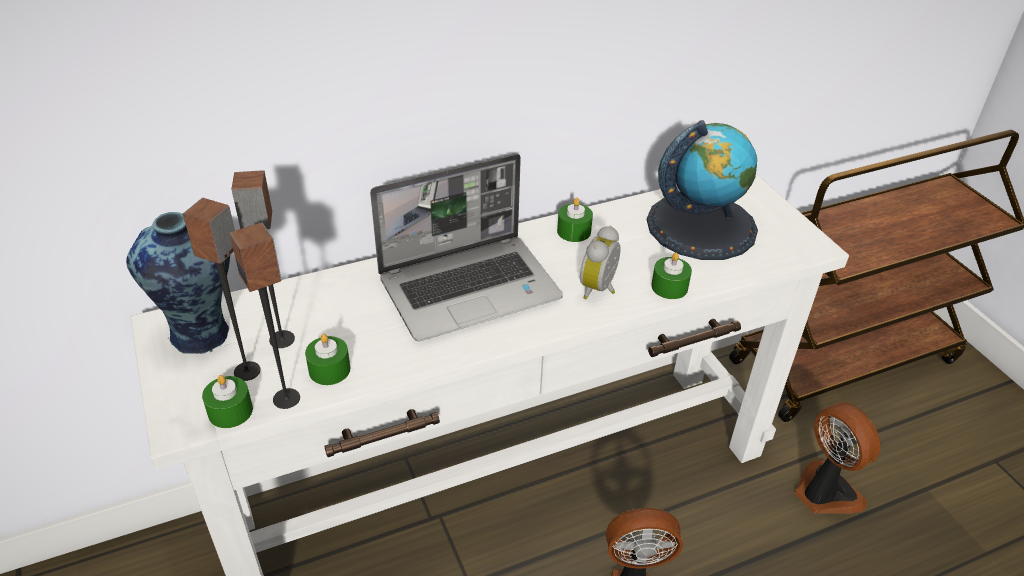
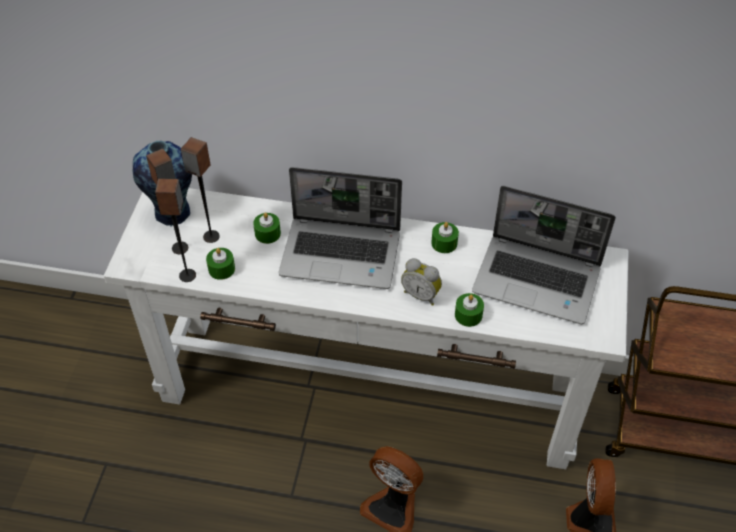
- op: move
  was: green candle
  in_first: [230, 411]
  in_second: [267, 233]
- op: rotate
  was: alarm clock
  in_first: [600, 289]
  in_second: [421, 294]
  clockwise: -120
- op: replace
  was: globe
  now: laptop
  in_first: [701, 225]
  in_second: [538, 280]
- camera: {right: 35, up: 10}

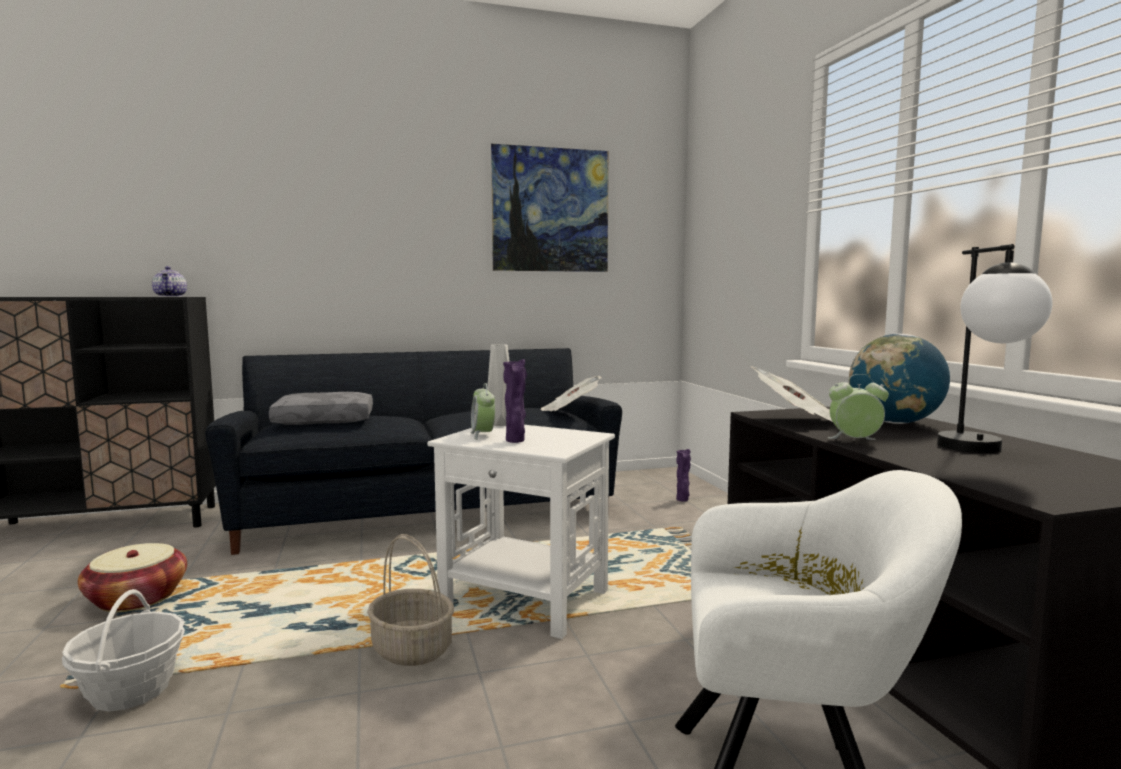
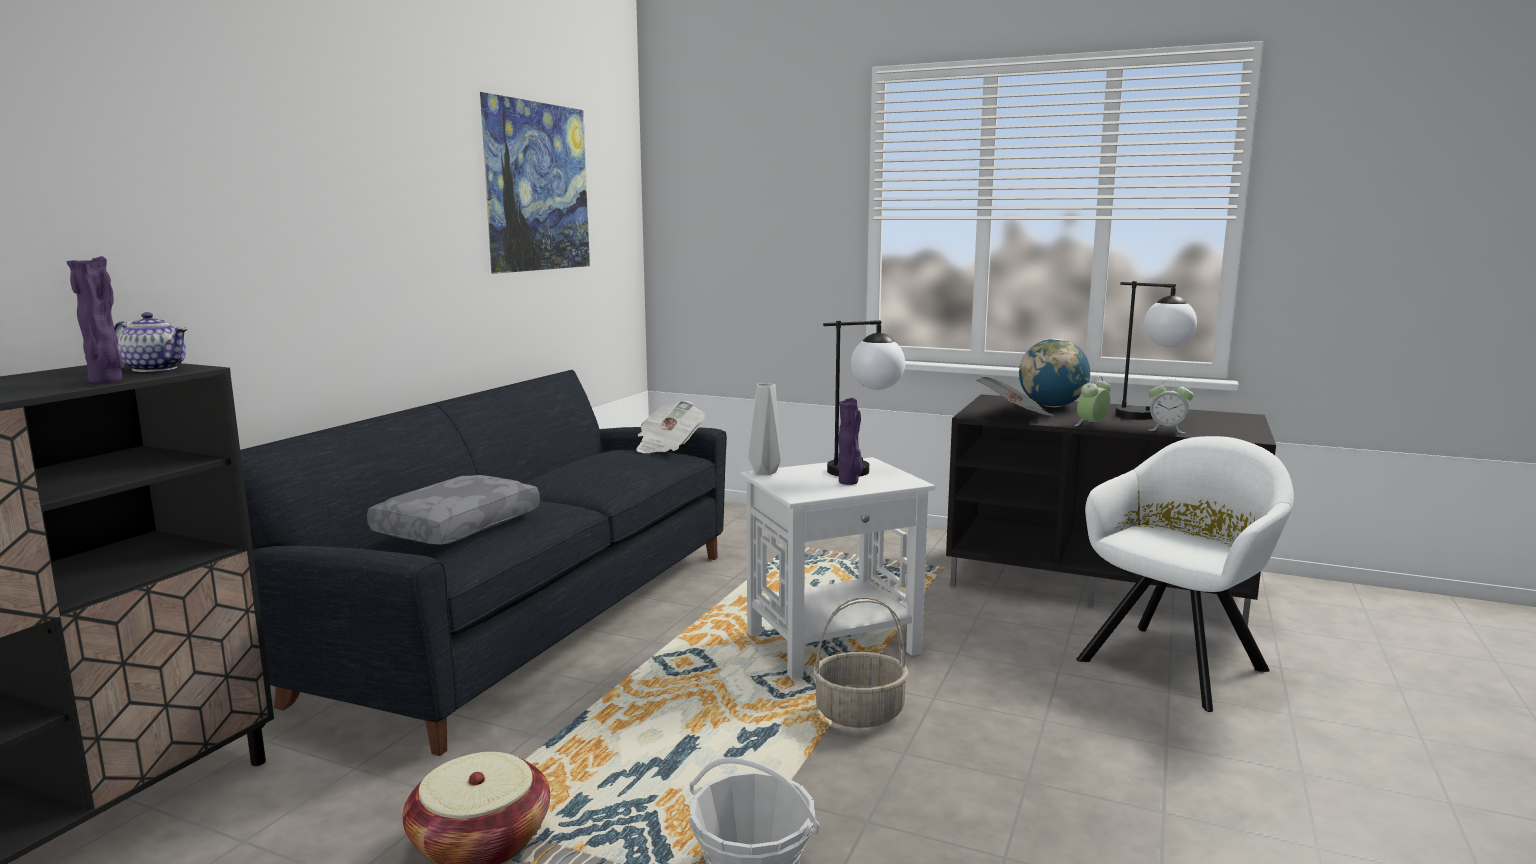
- op: move
  was: purple vase
  in_first: [682, 500]
  in_second: [107, 381]
- op: insert
  now: table lamp
  in_second: [864, 469]
- op: move
  was: alarm clock
  in_first: [483, 435]
  in_second: [1167, 429]
- camera: {right: -50, up: 5}

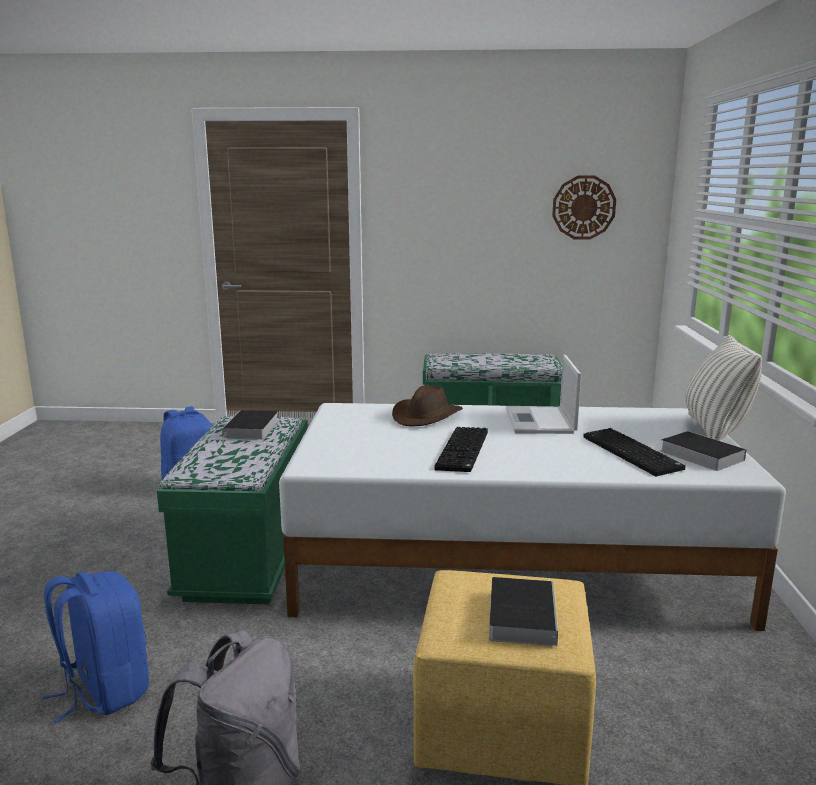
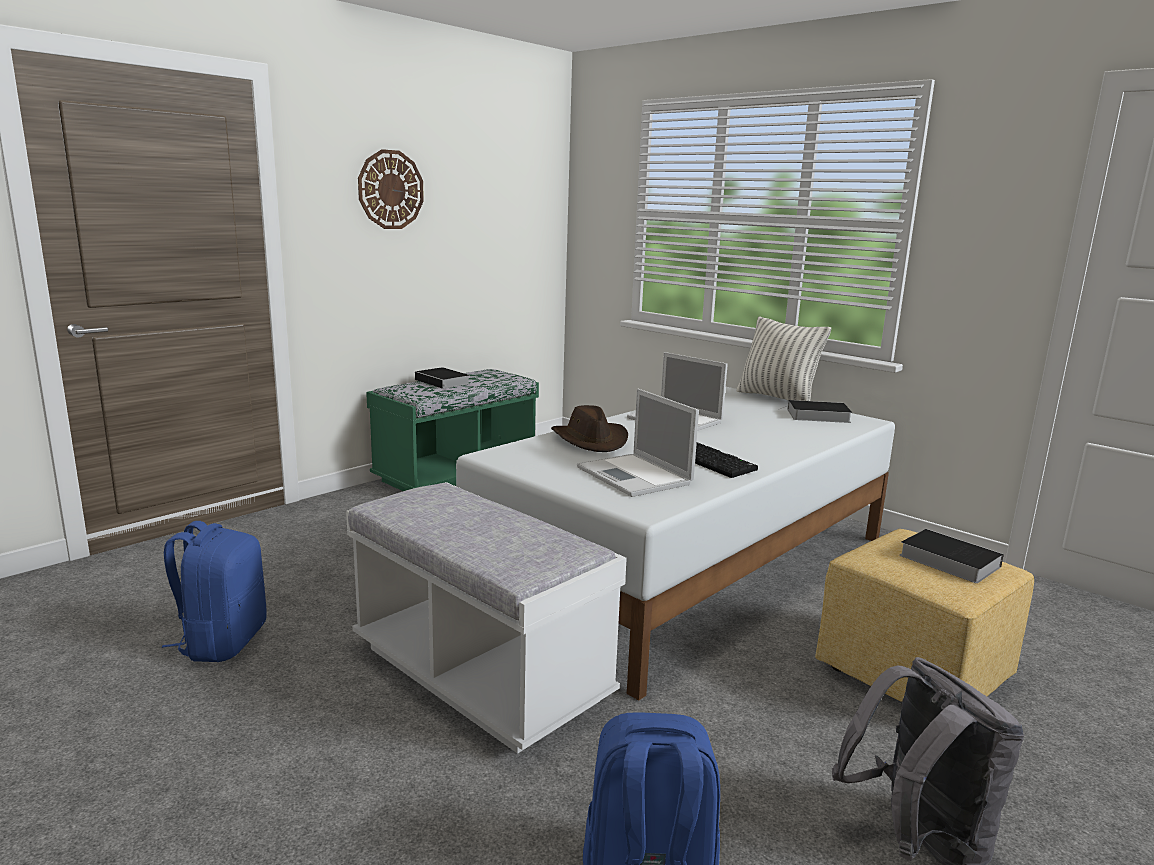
- op: recolor
  was: green bench
  now: white bench
  in_first: [249, 556]
  in_second: [479, 674]
- op: move
  was: wall clock
  in_first: [583, 207]
  in_second: [390, 190]
- op: move
  was: book
  in_first: [251, 430]
  in_second: [444, 382]
- op: insert
  now: laptop
  in_second: [635, 476]
- op: delete
  was: keyboard
  in_first: [633, 453]
- camera: {right: -50, up: 0}

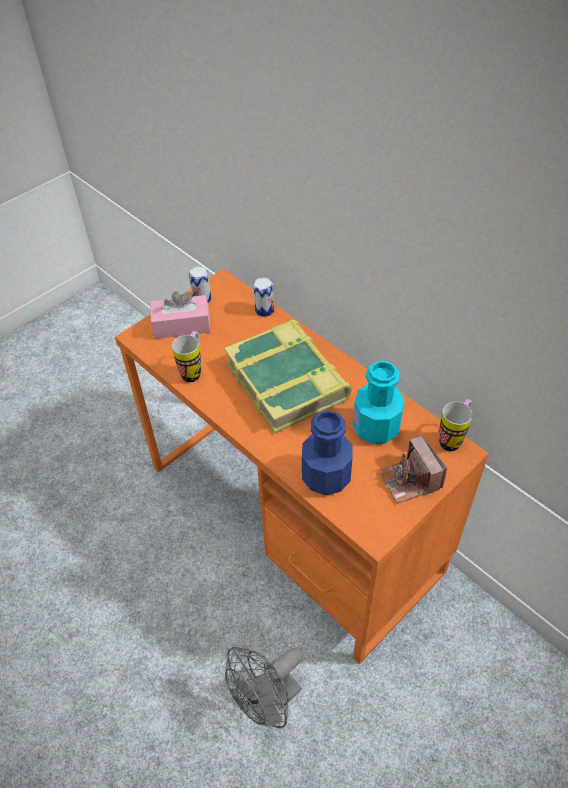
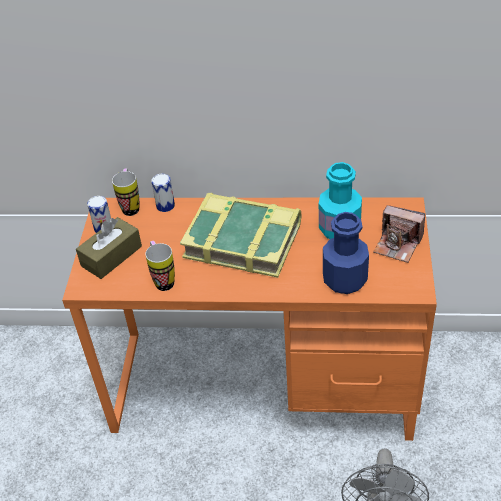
- op: recolor
  was: pink tissue box
  now: brown tissue box
  in_first: [182, 325]
  in_second: [111, 256]
- op: move
  was: mug
  in_first: [453, 438]
  in_second: [131, 206]
- camera: {right: -40, up: -5}

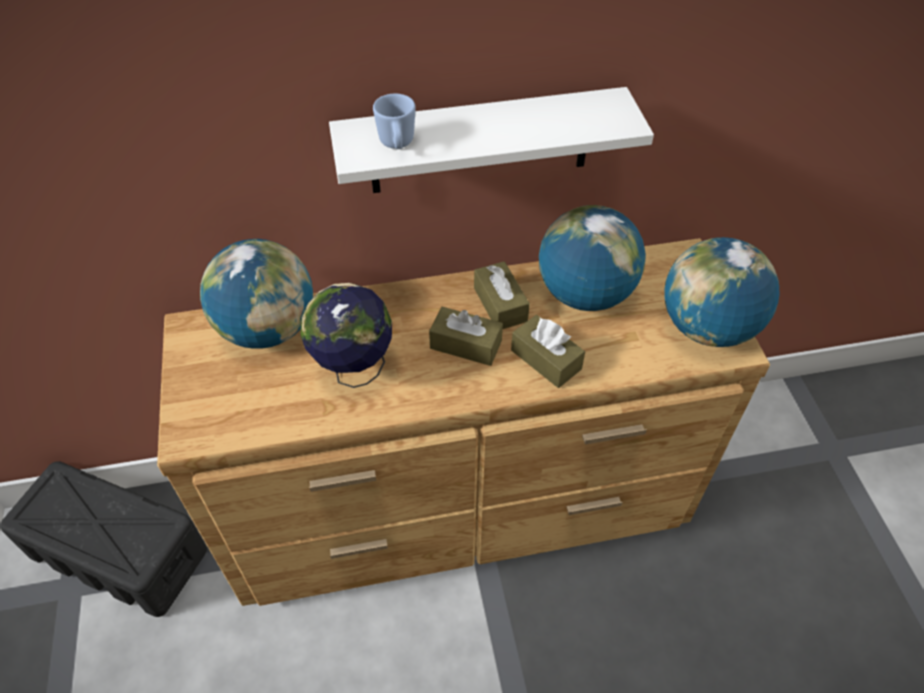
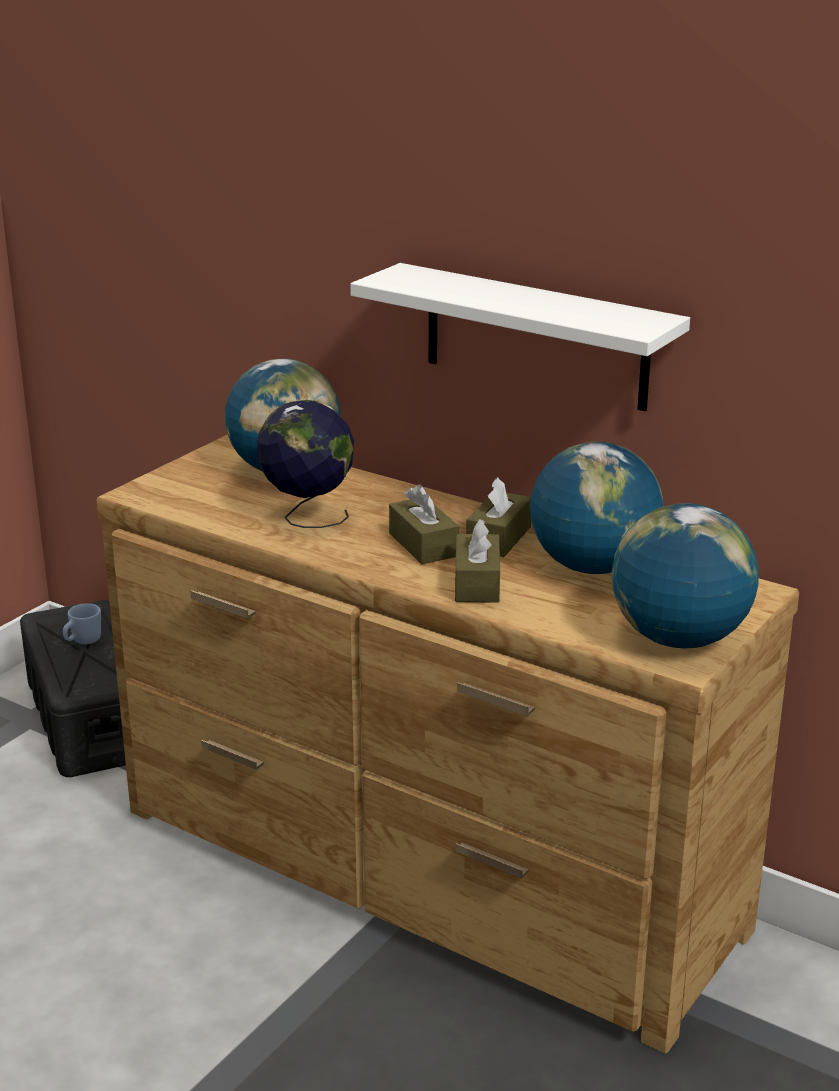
- op: move
  was: blue mug
  in_first: [397, 145]
  in_second: [82, 641]
- camera: {right: 45, up: -25}

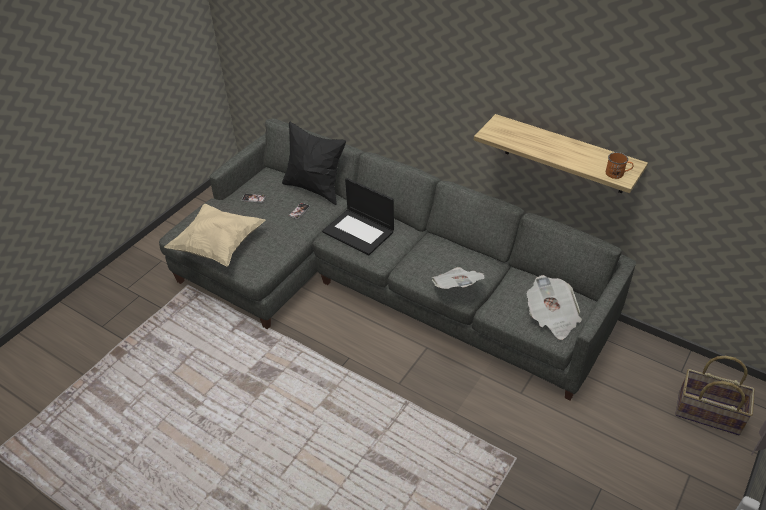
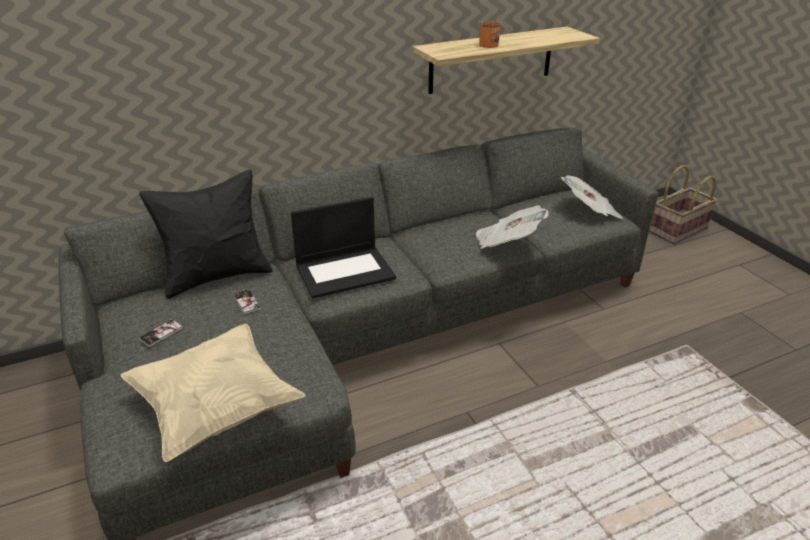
- op: move
  was: orange mug
  in_first: [617, 174]
  in_second: [490, 44]
- camera: {right: -60, up: -10}

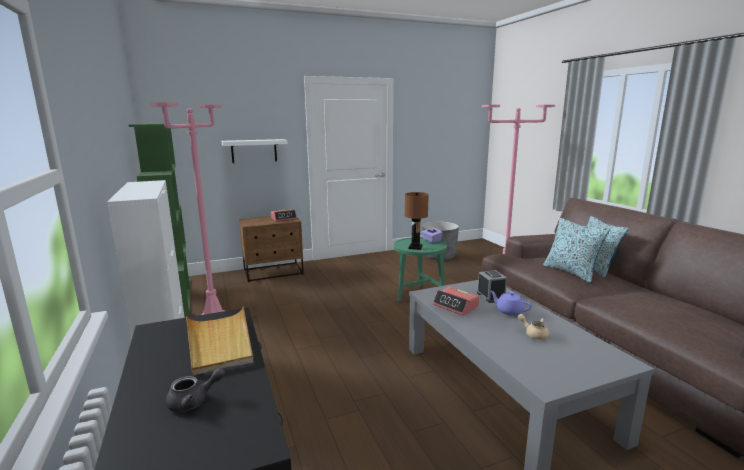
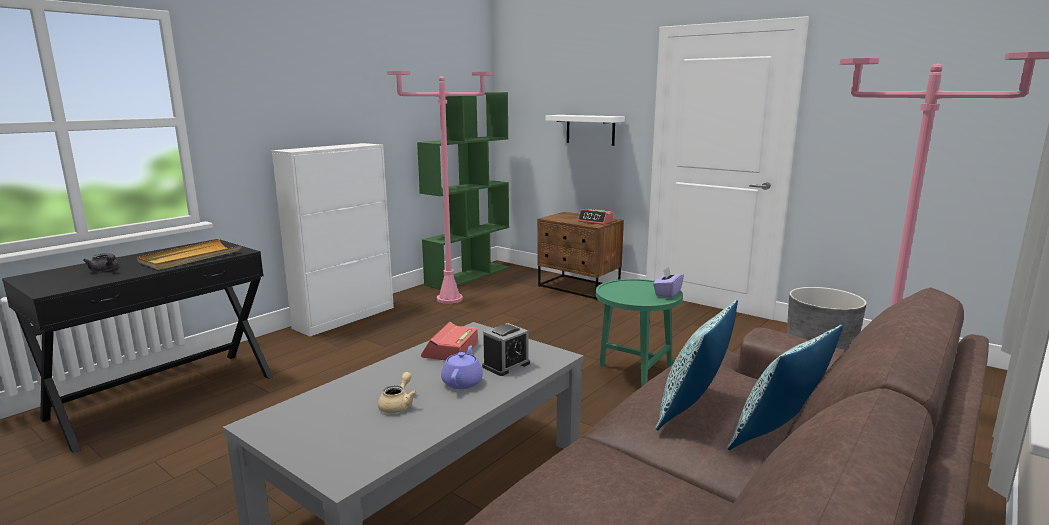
- op: delete
  was: brown table lamp
  in_first: [415, 247]
- camera: {right: 60, up: 0}

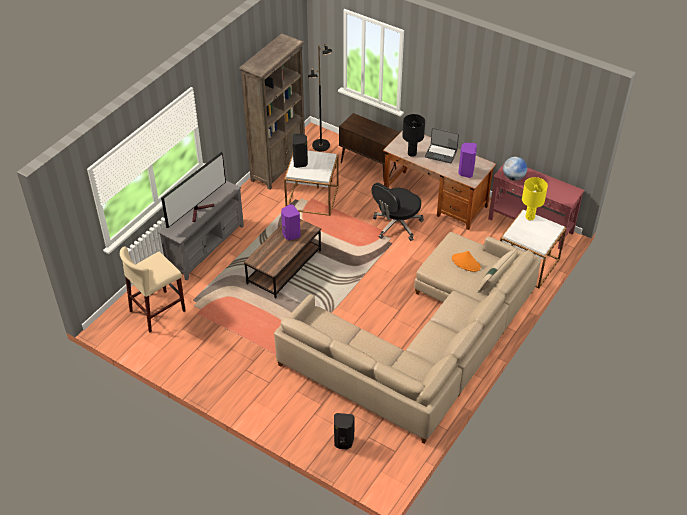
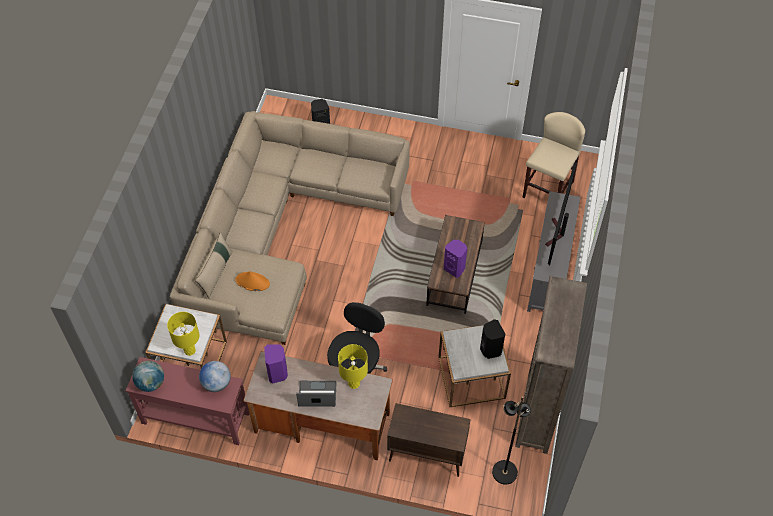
- op: insert
  now: globe
  in_second: [151, 383]
- op: recolor
  was: black table lamp
  now: yellow table lamp
  in_first: [412, 153]
  in_second: [353, 383]
- camera: {right: 160, up: 10}

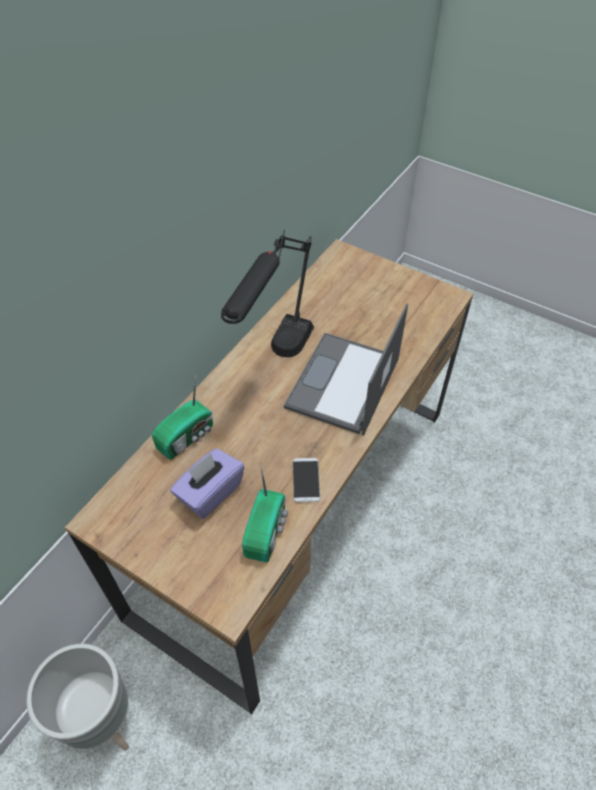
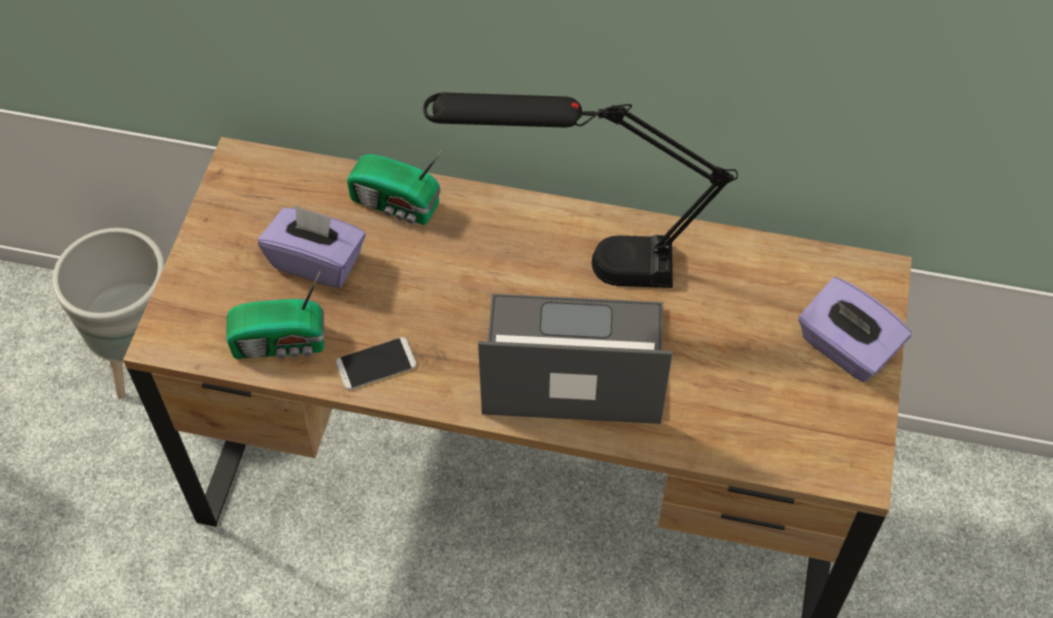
- op: insert
  now: purple tissue box
  in_second: [845, 348]
- camera: {right: 70, up: 5}

